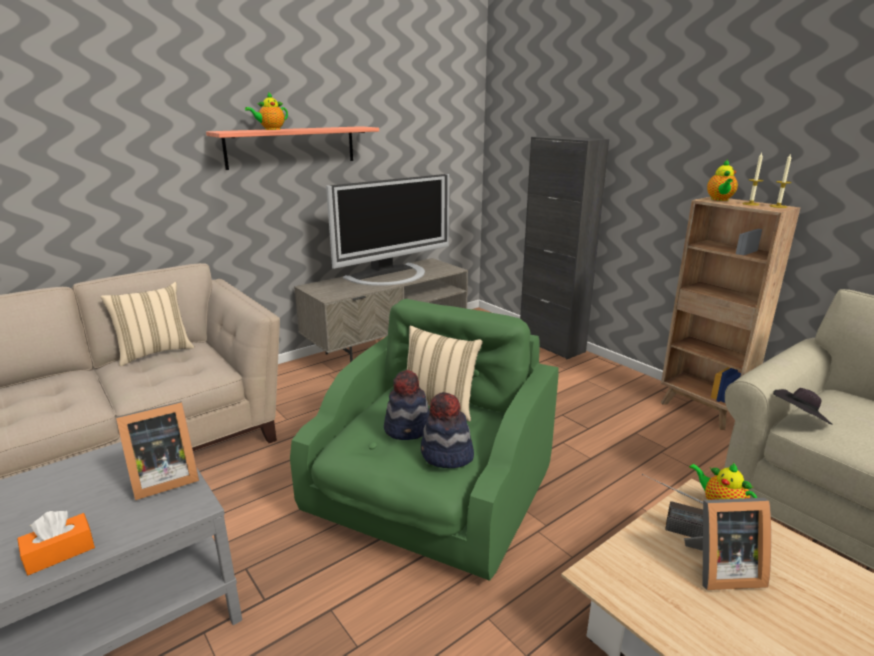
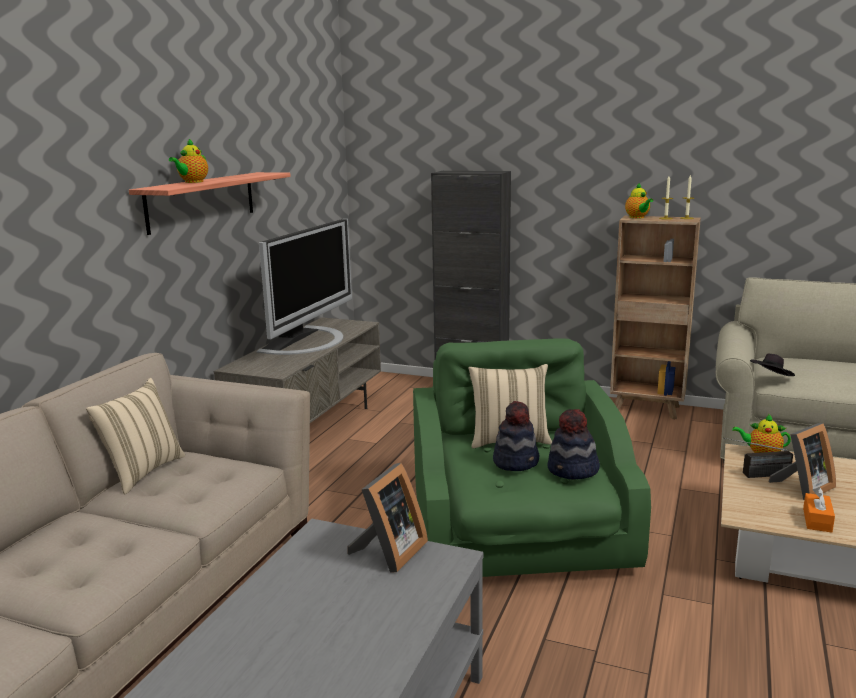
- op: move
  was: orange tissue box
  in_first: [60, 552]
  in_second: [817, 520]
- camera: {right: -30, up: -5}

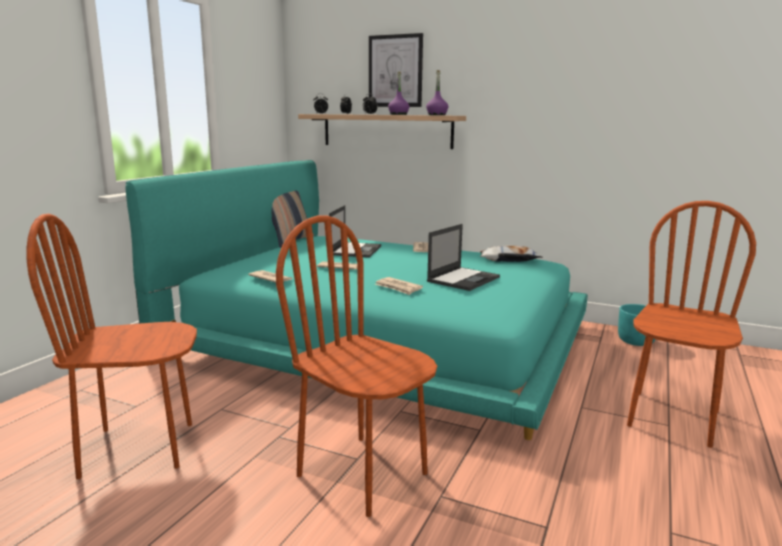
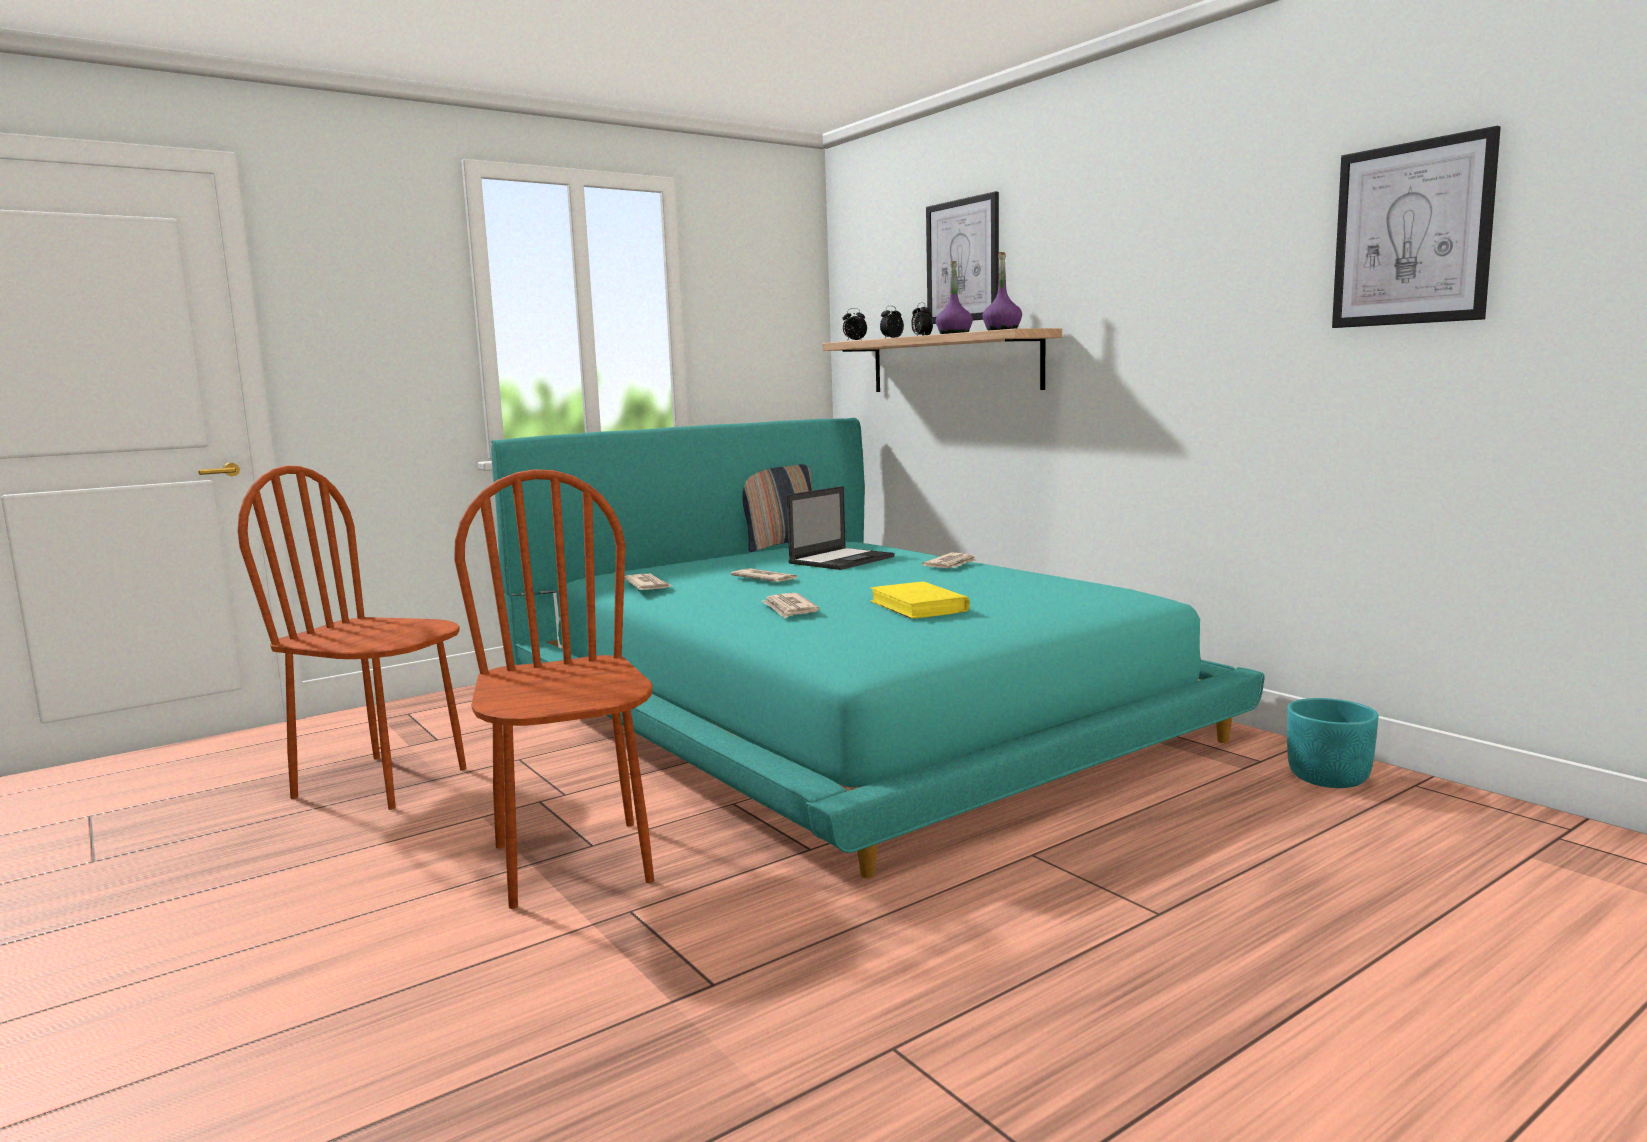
- op: replace
  was: laptop
  now: yellow book
  in_first: [463, 279]
  in_second: [918, 606]
- op: insert
  now: picture
  in_second: [1412, 234]
- op: delete
  was: pillow
  in_first: [509, 260]
- op: delete
  was: brown chair
  in_first: [672, 418]
- camera: {right: 30, up: -5}

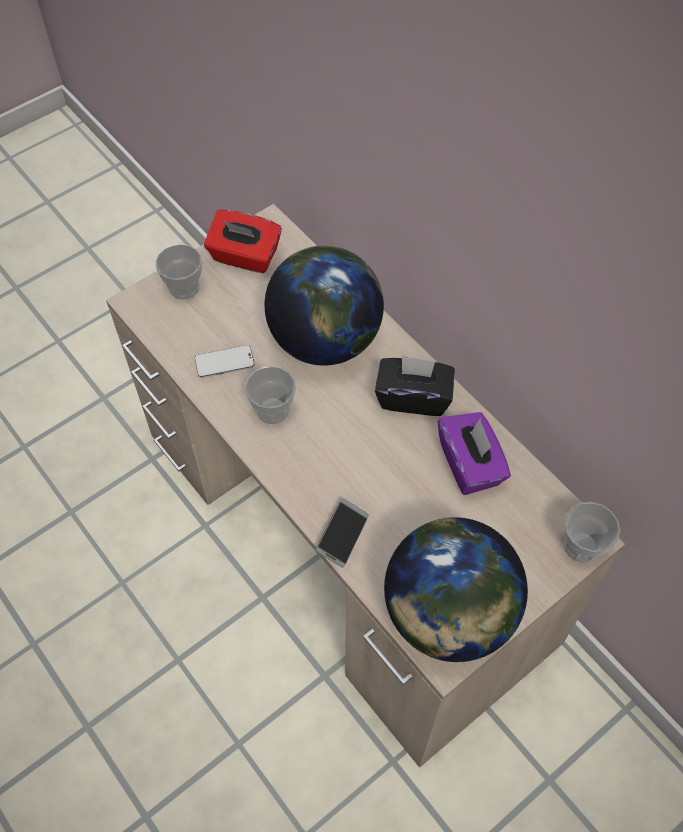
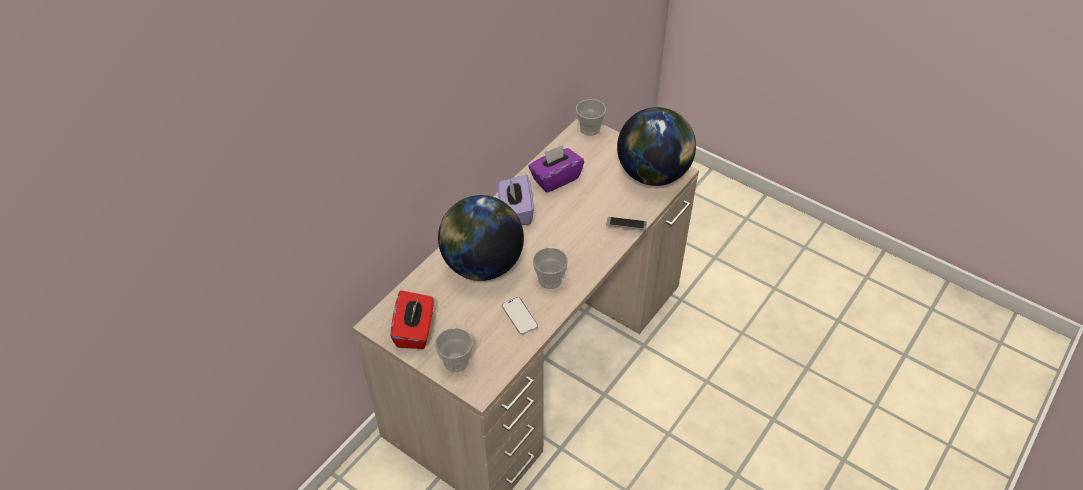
- op: recolor
  was: black tissue box
  now: purple tissue box
  in_first: [413, 397]
  in_second: [515, 211]
- camera: {right: -105, up: -10}

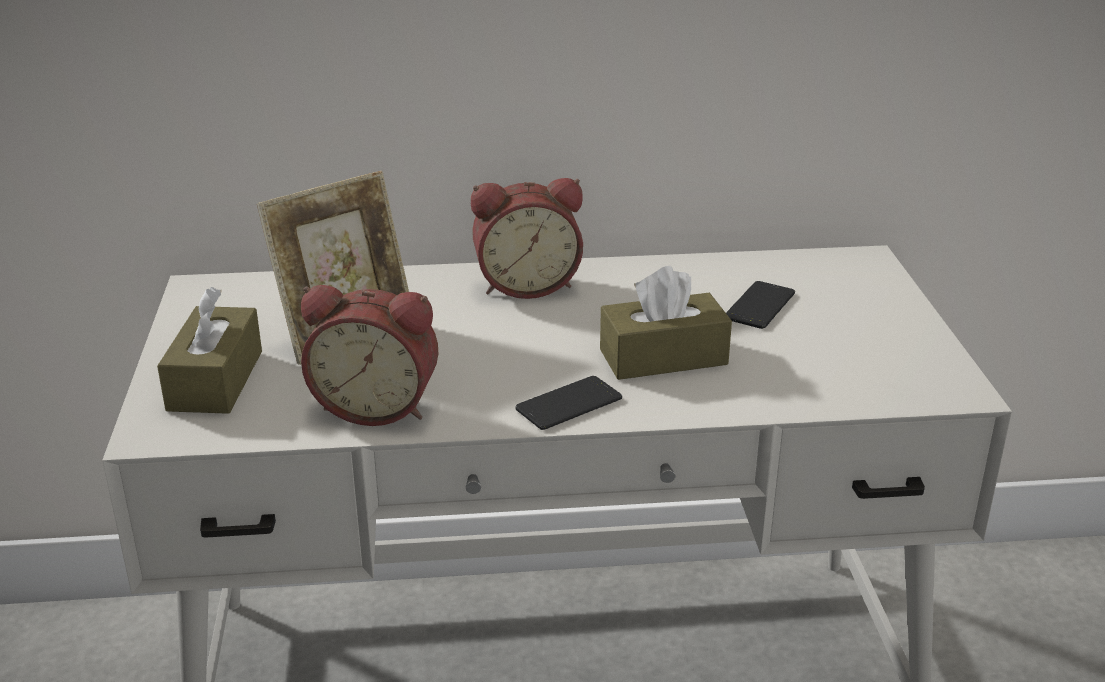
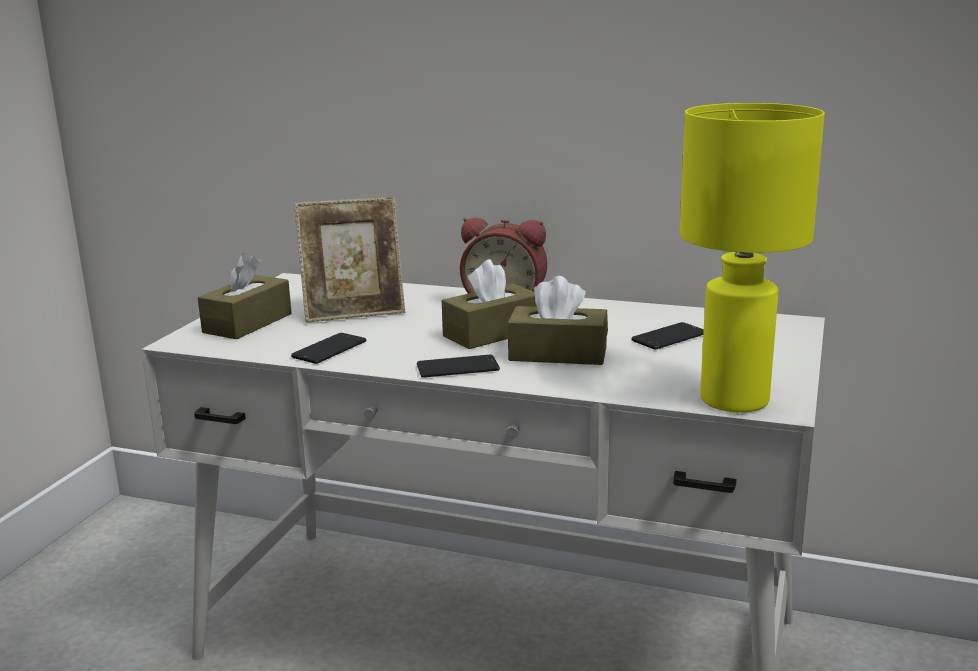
- op: replace
  was: alarm clock
  now: phone
  in_first: [377, 406]
  in_second: [329, 349]
- op: insert
  now: brown tissue box
  in_second: [492, 333]
- op: insert
  now: yellow table lamp
  in_second: [732, 399]
- camera: {right: 25, up: -10}

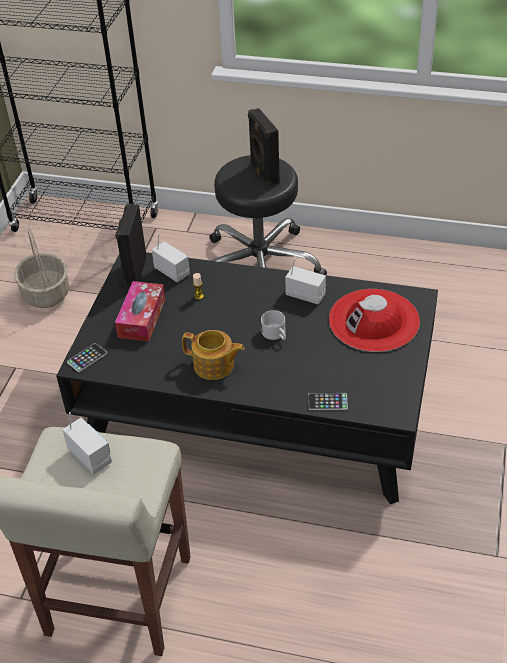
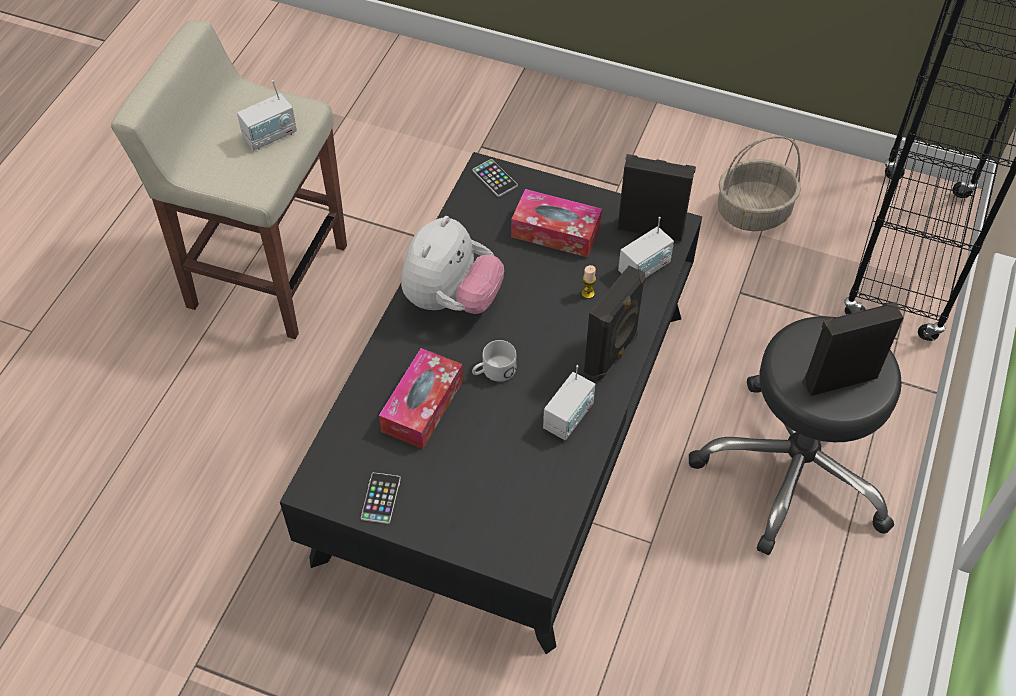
- op: move
  was: phone
  in_first: [327, 402]
  in_second: [381, 498]
- op: insert
  now: tissue box
  in_second: [422, 406]
- op: replace
  was: teapot
  now: plush toy
  in_first: [214, 366]
  in_second: [451, 299]
- op: insert
  now: black speaker
  in_second: [612, 354]
- op: delete
  was: red hat
  in_first: [374, 320]
- camera: {right: 95, up: 10}

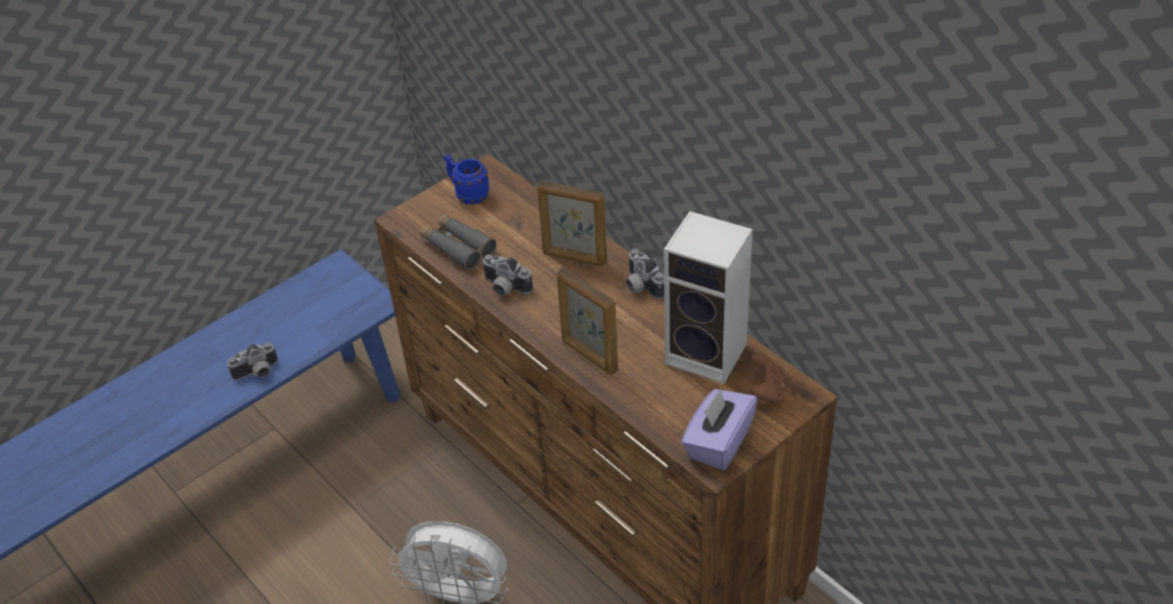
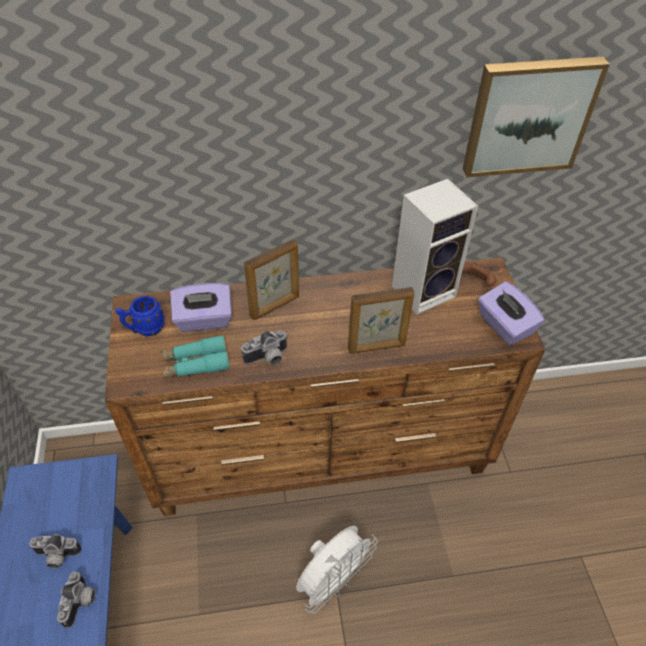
- op: move
  was: photo camera
  in_first: [640, 286]
  in_second: [56, 557]
- op: recolor
  was: grey binoculars
  now: turquoise binoculars
  in_first: [457, 247]
  in_second: [195, 363]
- op: insert
  now: purple tissue box
  in_second: [204, 320]
- op: insert
  now: picture
  in_second: [528, 116]
- camera: {right: -60, up: 5}

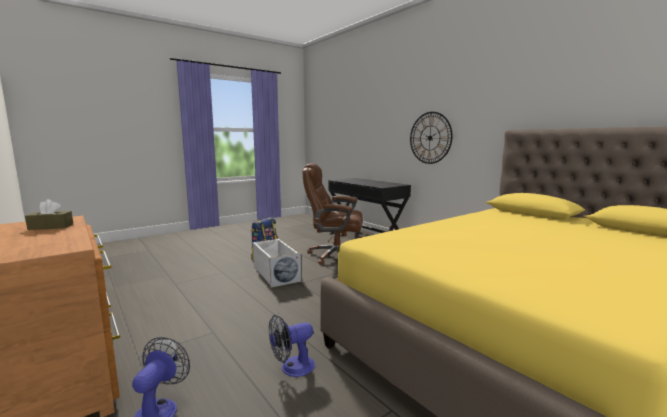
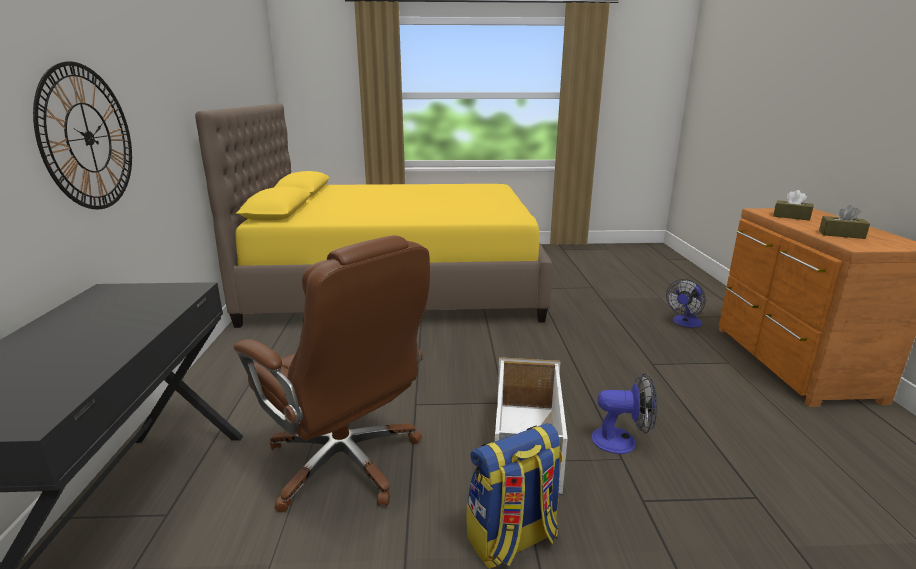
- op: move
  was: fan
  in_first: [292, 368]
  in_second: [622, 441]
- op: insert
  now: brown tissue box
  in_second: [791, 217]
- camera: {right: -145, up: 10}

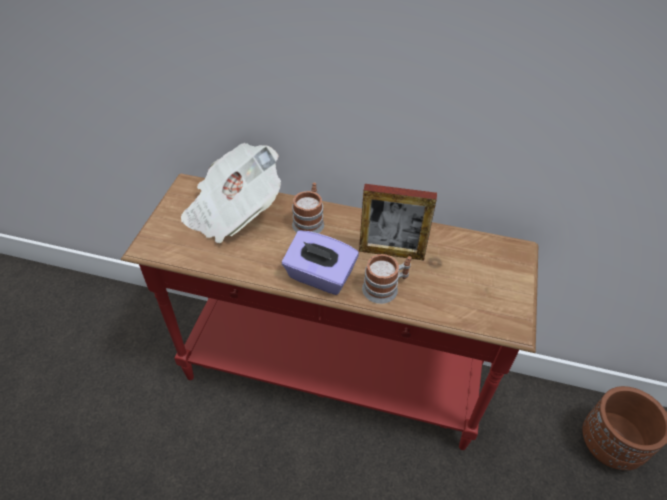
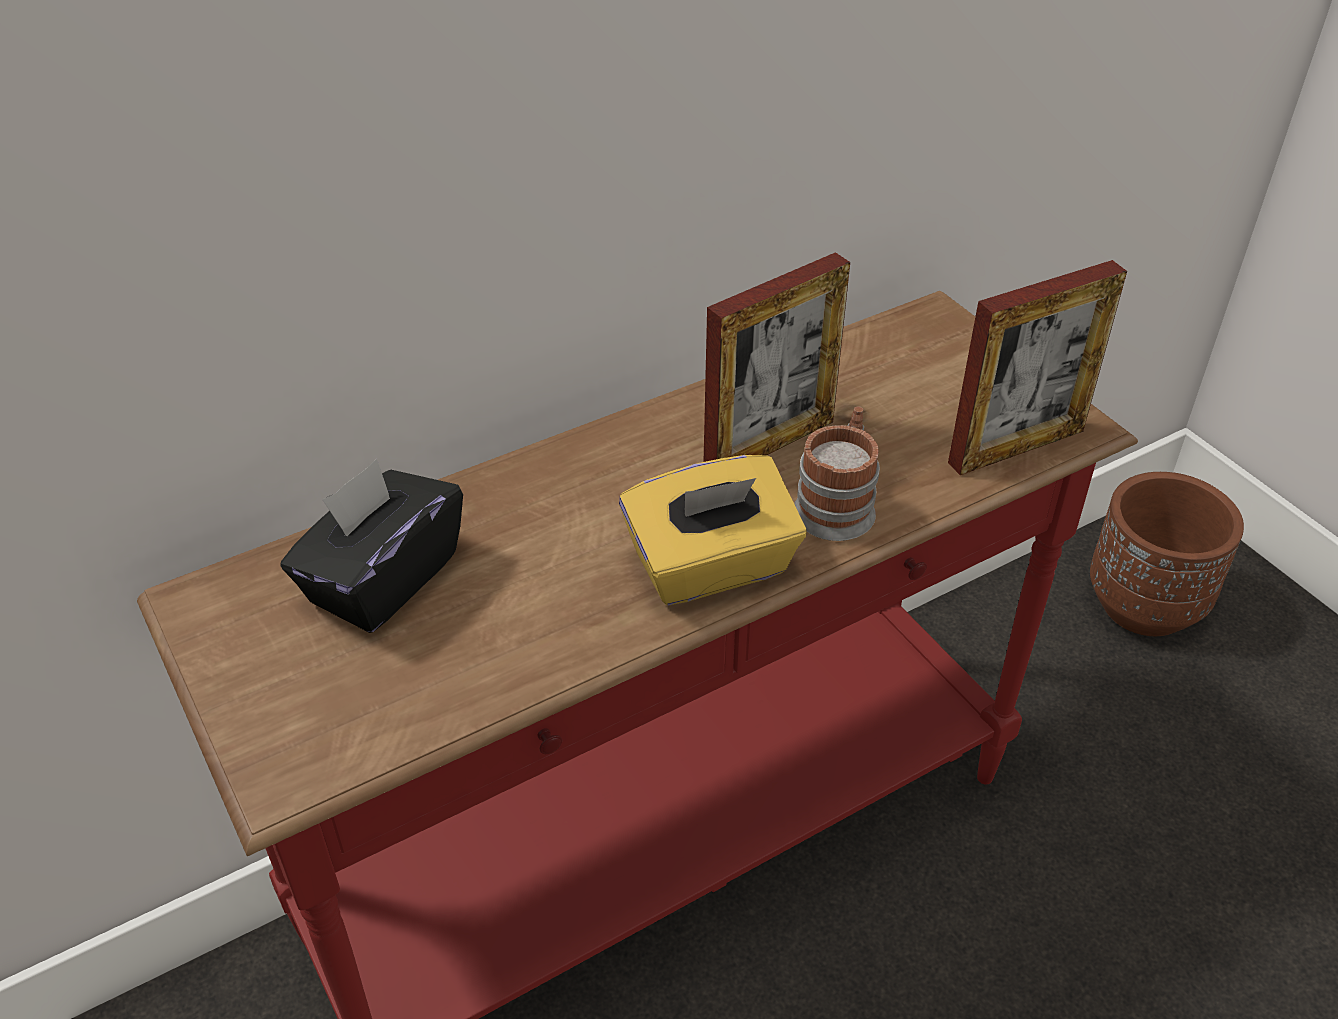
- op: replace
  was: newspaper
  now: black tissue box
  in_first: [233, 212]
  in_second: [382, 579]
- op: recolor
  was: purple tissue box
  now: yellow tissue box
  in_first: [319, 276]
  in_second: [712, 567]
- op: insert
  now: picture frame
  in_second: [1016, 447]
- op: delete
  was: mug
  in_first: [309, 221]
- camera: {right: -45, up: -5}

